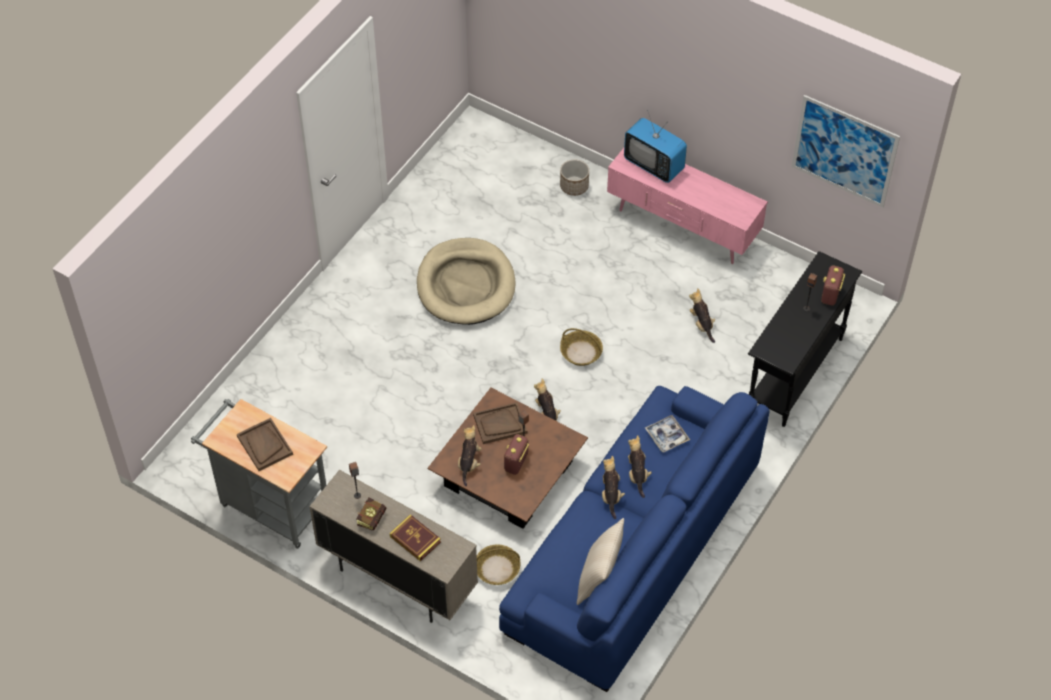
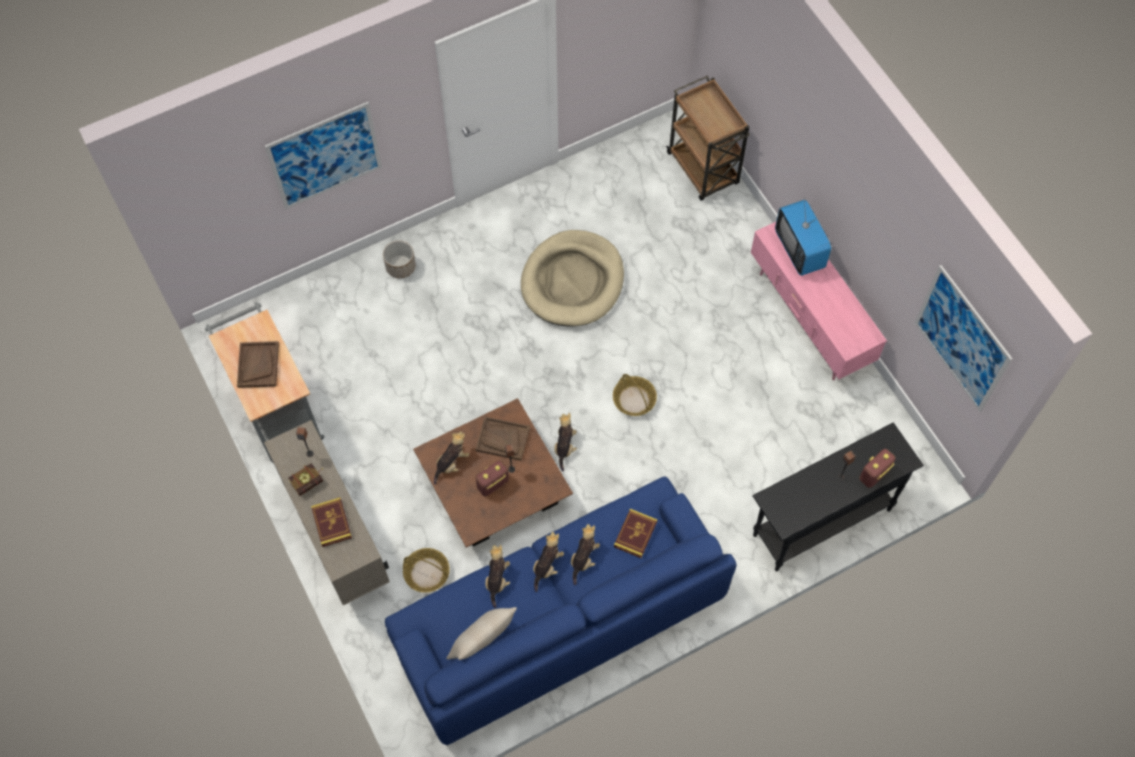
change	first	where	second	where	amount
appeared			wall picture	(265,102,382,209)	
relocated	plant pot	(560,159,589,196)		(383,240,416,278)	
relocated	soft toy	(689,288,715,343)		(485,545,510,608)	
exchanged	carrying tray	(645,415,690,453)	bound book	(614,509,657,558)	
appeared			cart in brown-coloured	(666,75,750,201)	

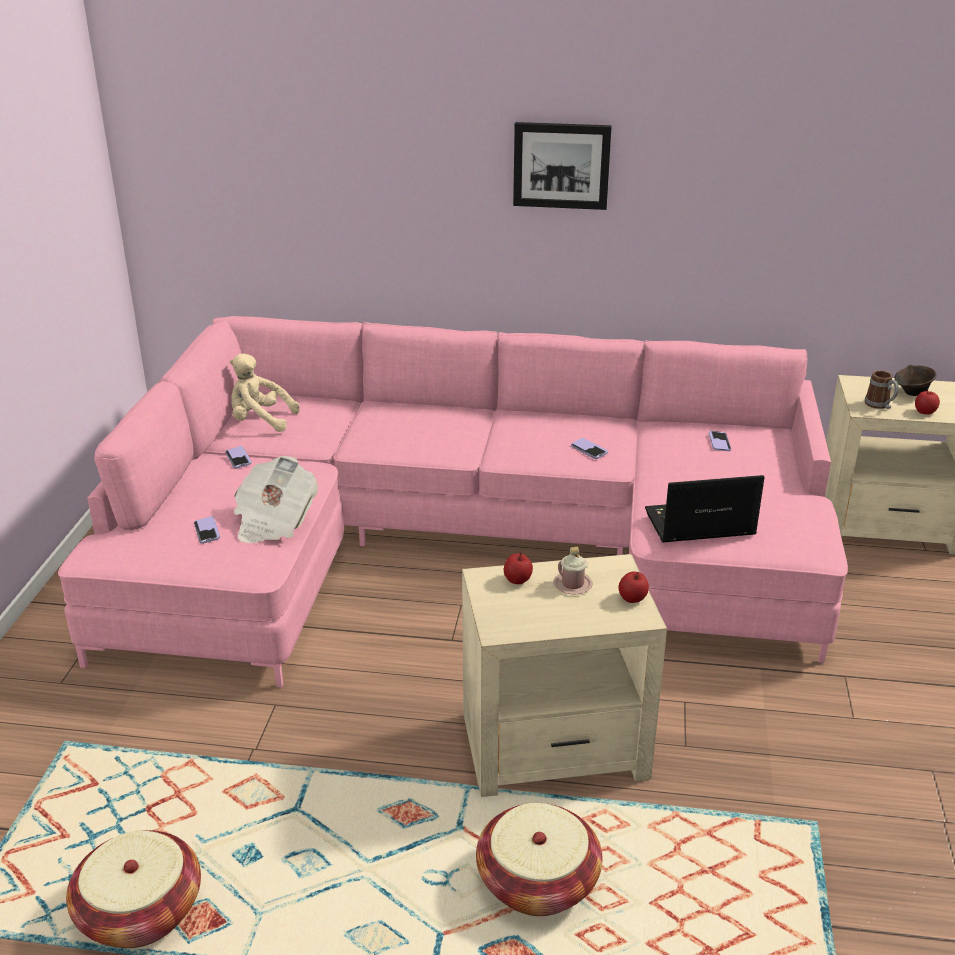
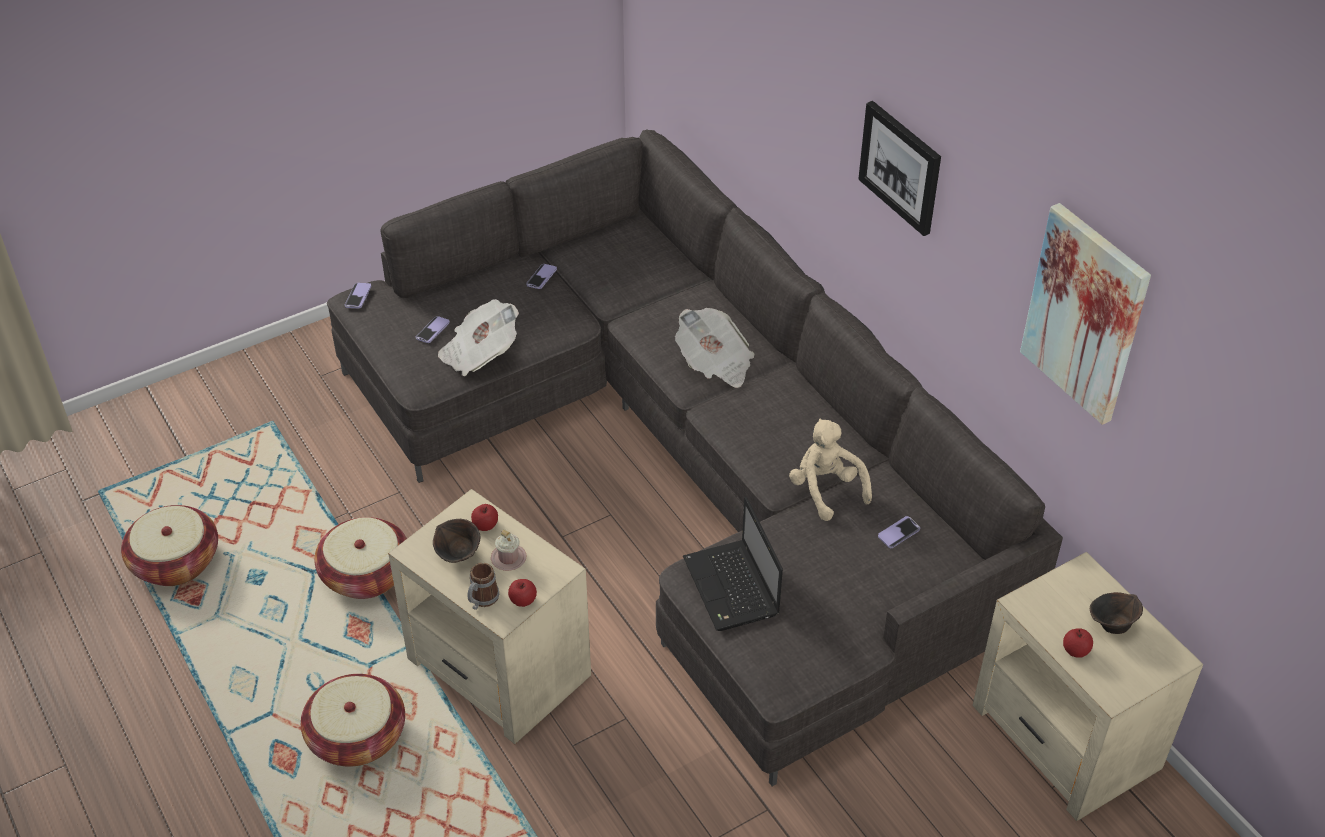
change	first	where	second	where	amount
appeared			storage basket	(314,517,407,599)	
colour	couch in pink-coloured	(58,316,848,688)	couch in grey	(327,129,1063,787)	
relocated	telephone	(571,438,608,459)		(345,283,371,308)	
appeared			serving bowl in brown-coloured	(433,519,480,563)	
relocated	mug	(865,371,899,409)		(468,563,499,610)	
appeared			newspaper	(675,308,755,388)	
spun	portable computer	(645,475,765,542)		(683,497,783,631)	150 degrees counterclockwise
relocated	soft toy in sand-coloured	(230,354,300,432)		(789,418,872,521)	
appeared			wall picture	(1020,203,1151,425)	

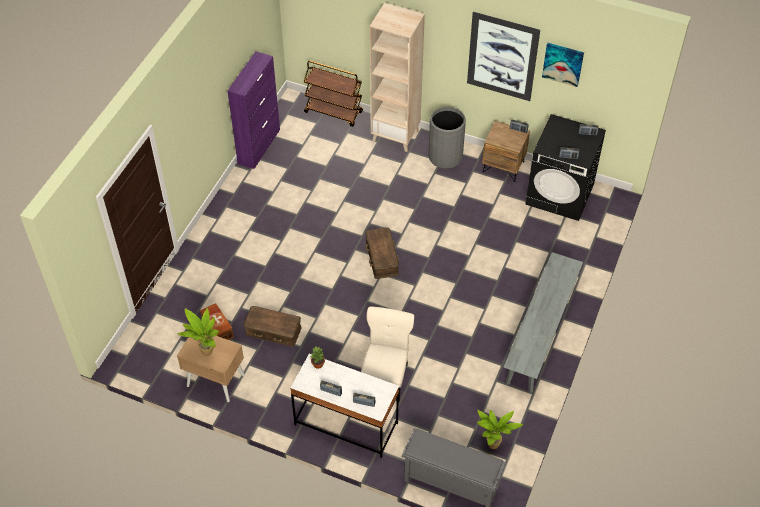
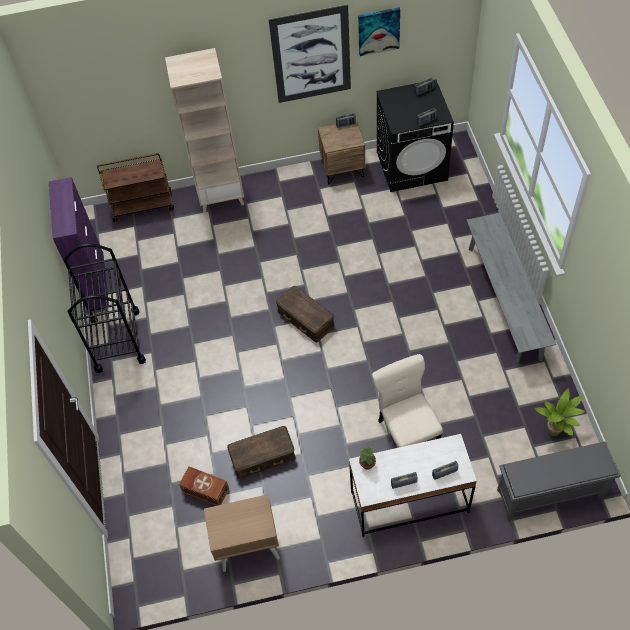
change	first	where	second	where	amount
appeared			cart in black-coloured	(63,243,146,373)	
missing	plant in a pot	(177,308,220,356)			
missing	rubbish bin in grey	(428,107,466,169)			

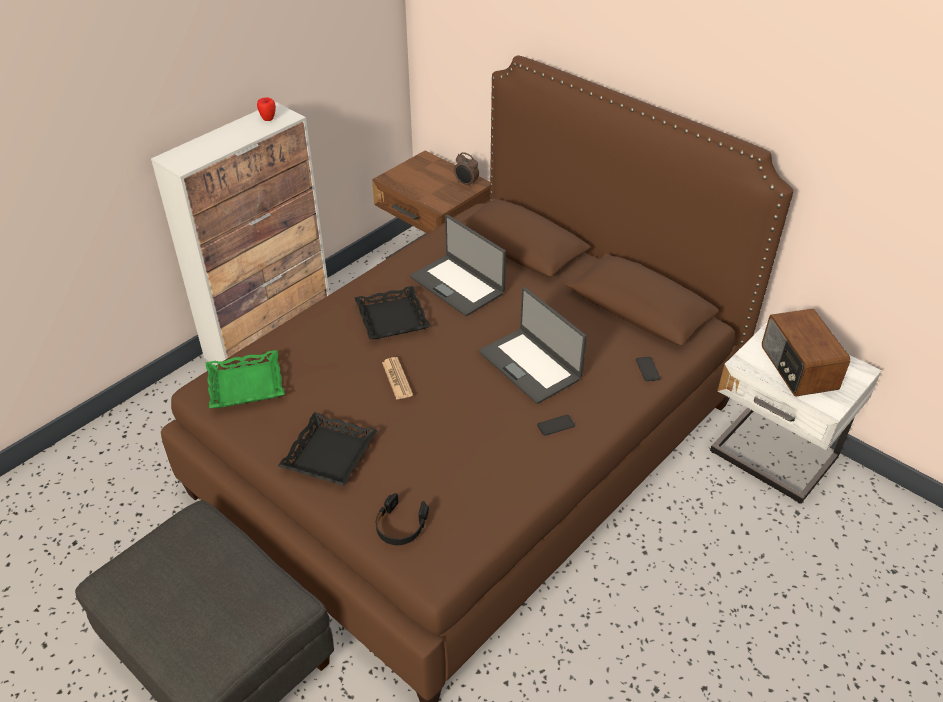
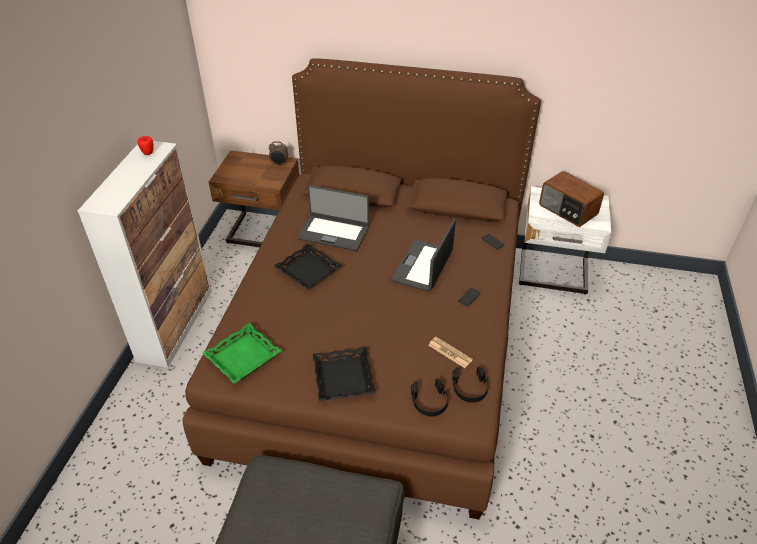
change	first	where	second	where	amount
spun	portable computer	(479,287,587,404)		(391,219,456,292)	90 degrees clockwise
relocated	newspaper	(382,357,413,400)		(428,337,473,368)	
appeared			headset in black-coloured	(452,366,488,403)	

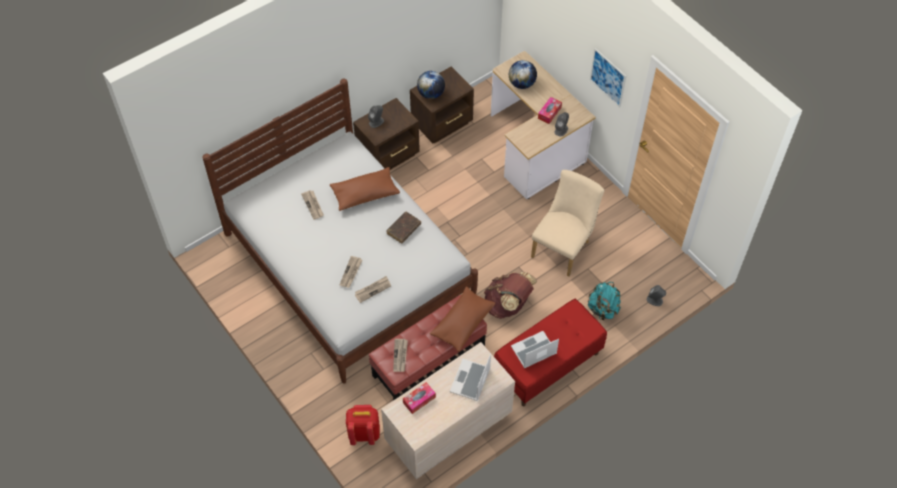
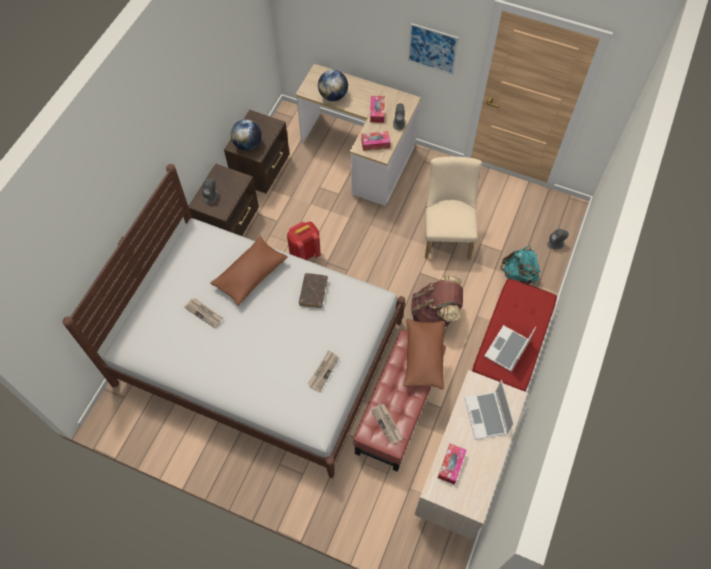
change	first	where	second	where	amount
relocated	rucksack in red-coloured	(346,405,380,445)		(287,222,321,260)	
appeared			tissue holder	(361,131,390,151)	
missing	newspaper	(339,256,362,288)			

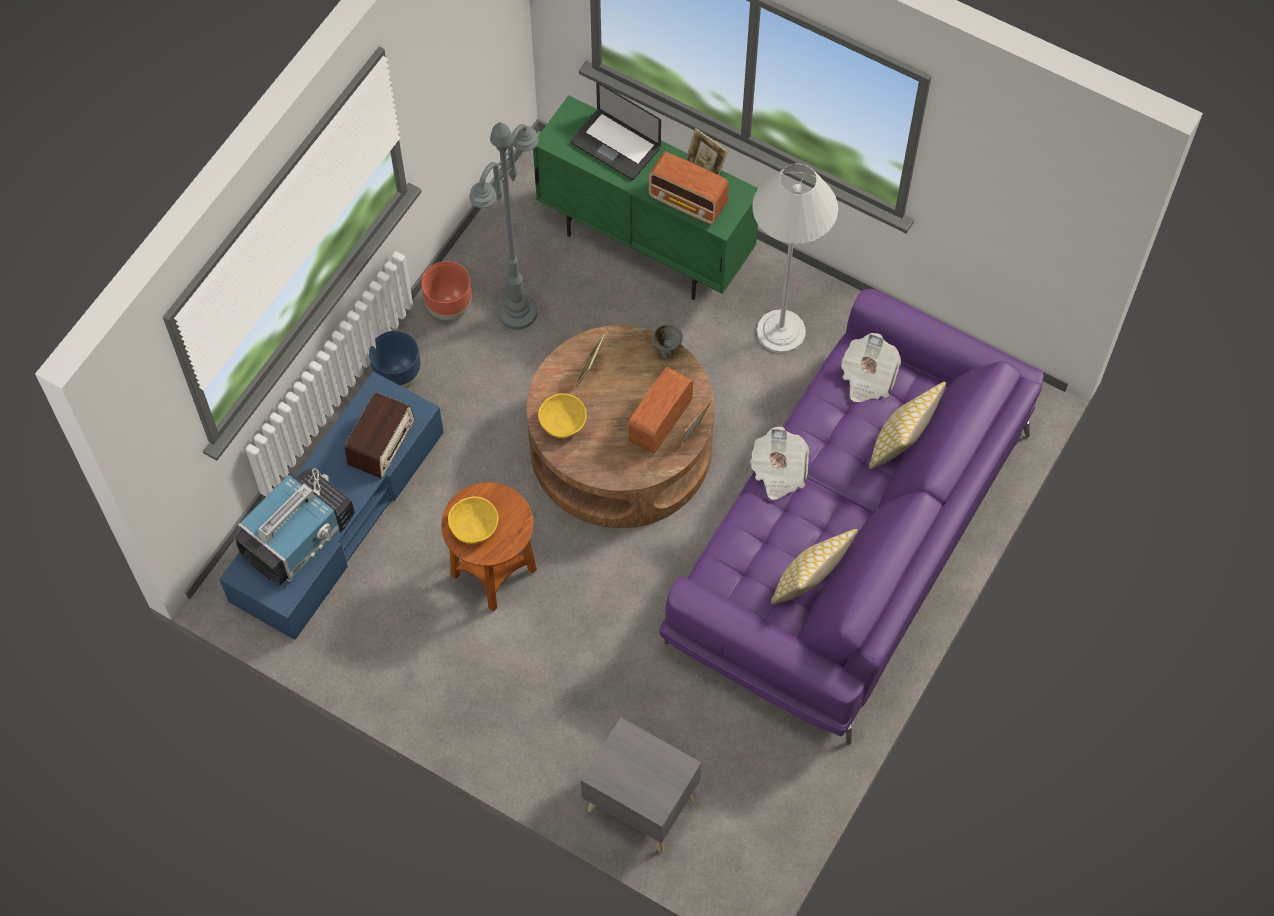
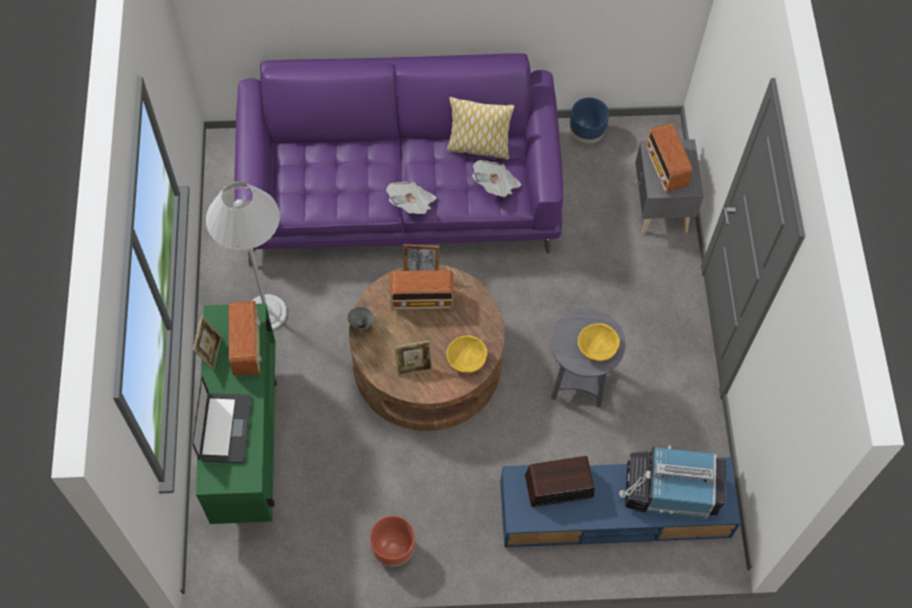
change	first	where	second	where	amount
relocated	newspaper	(841,333,901,402)		(472,160,521,197)	
colour	accent table in brown-coloured	(441,482,537,612)	accent table in grey	(551,309,625,407)	
relocated	plant pot in bluish	(369,331,421,389)		(570,97,609,144)	
appeared			radio receiver	(646,123,692,192)	
missing	standing lamp in grey	(469,122,539,330)			
missing	pillow	(869,382,946,469)			

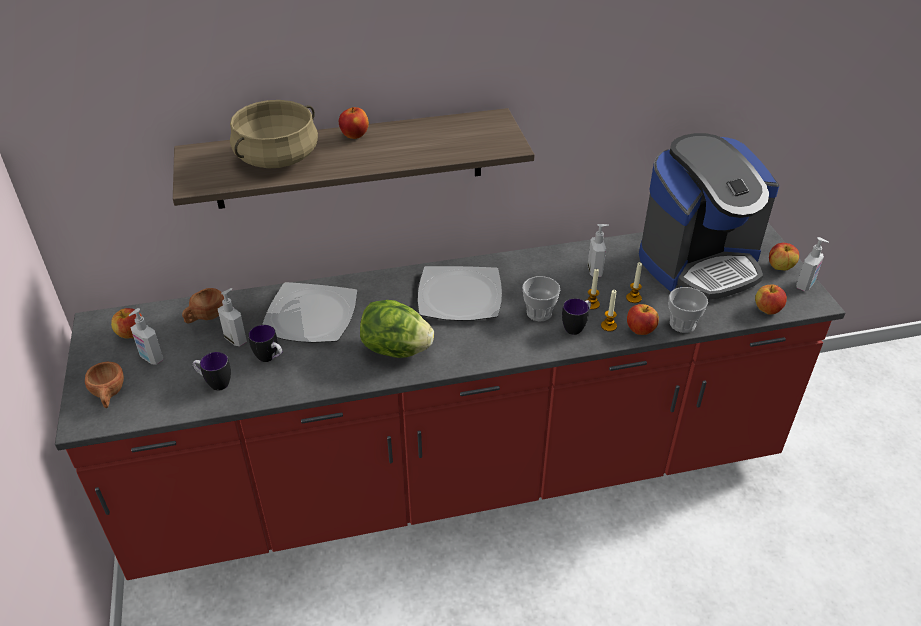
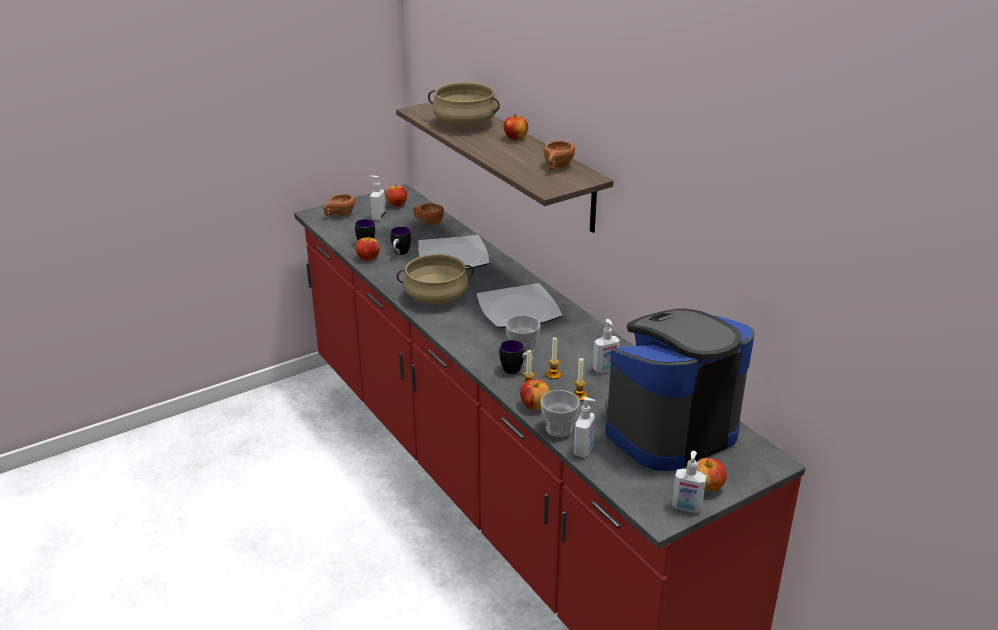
change	first	where	second	where	amount
relocated	apple	(755,285,787,315)		(355,237,380,261)	
exchanged	lettuce head	(360,300,434,358)	saucepot in sand-coloured	(397,254,474,304)	
appeared			small cup in brown-coloured	(544,141,575,171)	
relocated	liquid soap bottle	(218,288,247,346)		(574,397,595,458)	
spun	coffee machine	(639,133,779,300)		(605,309,755,471)	105 degrees clockwise

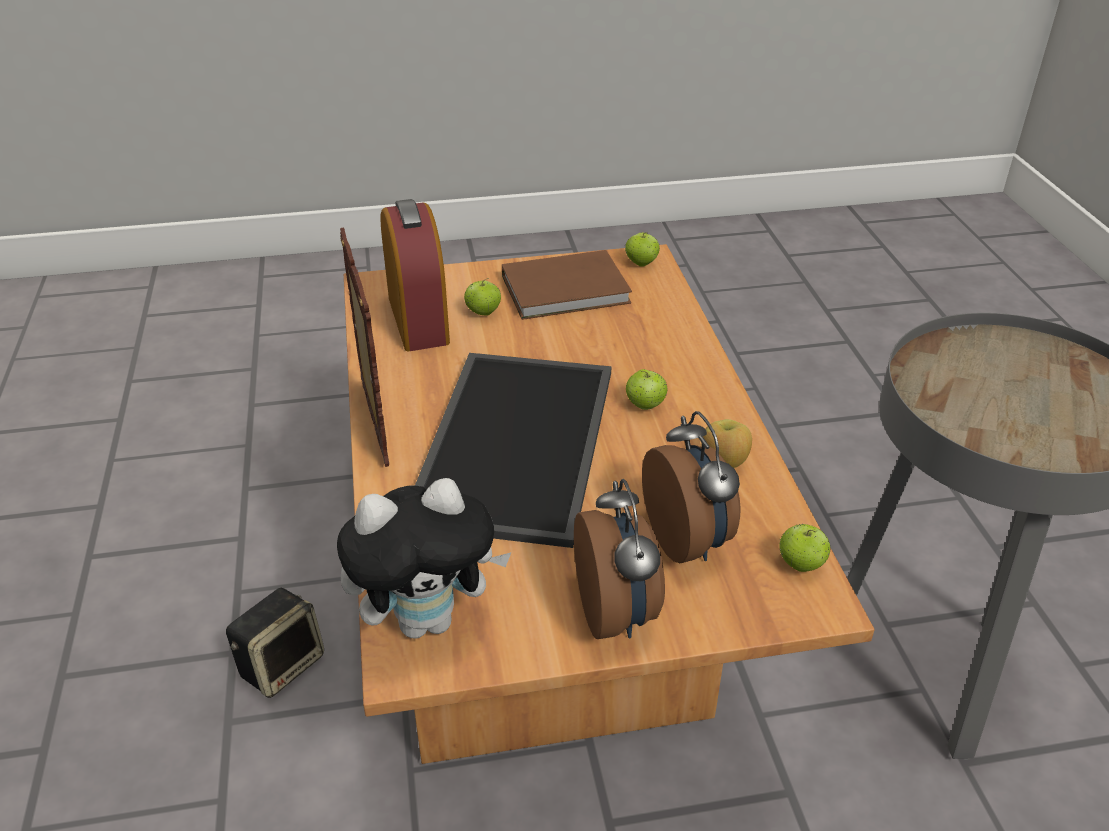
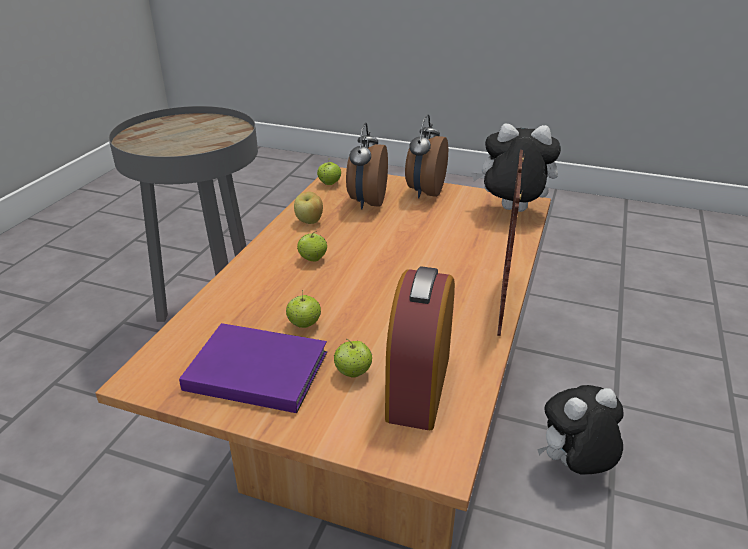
change	first	where	second	where	amount
colour	bound book in brown-coloured	(502,250,632,320)	bound book in purple	(179,323,327,413)	
relocated	apple	(625,232,660,267)		(286,290,321,328)	
exchanged	audio speaker	(226,588,324,698)	soft toy	(537,385,624,475)	
missing	carrying tray	(415,353,611,548)			

